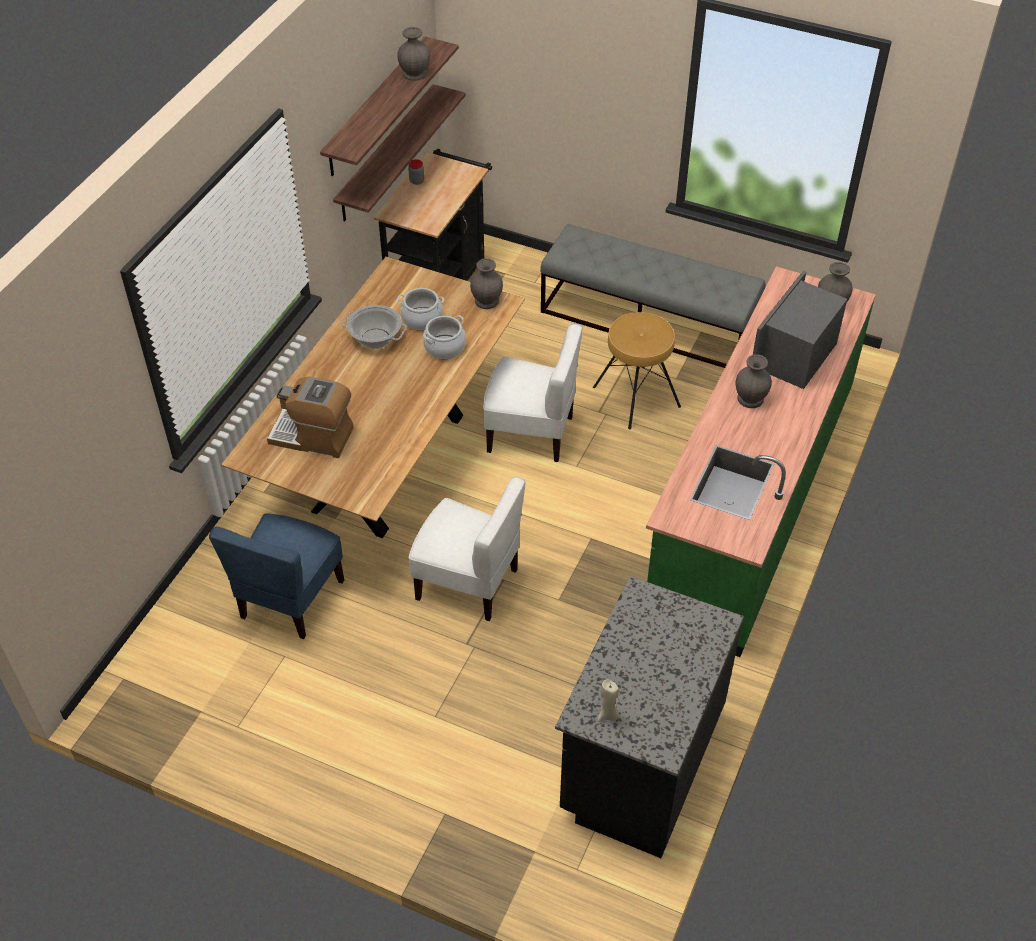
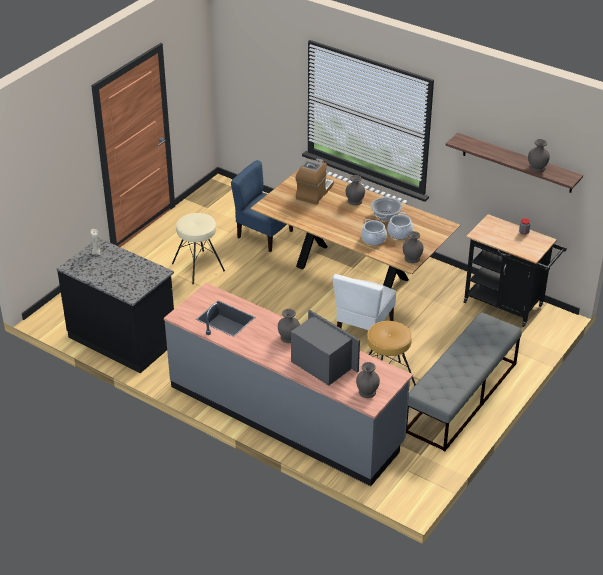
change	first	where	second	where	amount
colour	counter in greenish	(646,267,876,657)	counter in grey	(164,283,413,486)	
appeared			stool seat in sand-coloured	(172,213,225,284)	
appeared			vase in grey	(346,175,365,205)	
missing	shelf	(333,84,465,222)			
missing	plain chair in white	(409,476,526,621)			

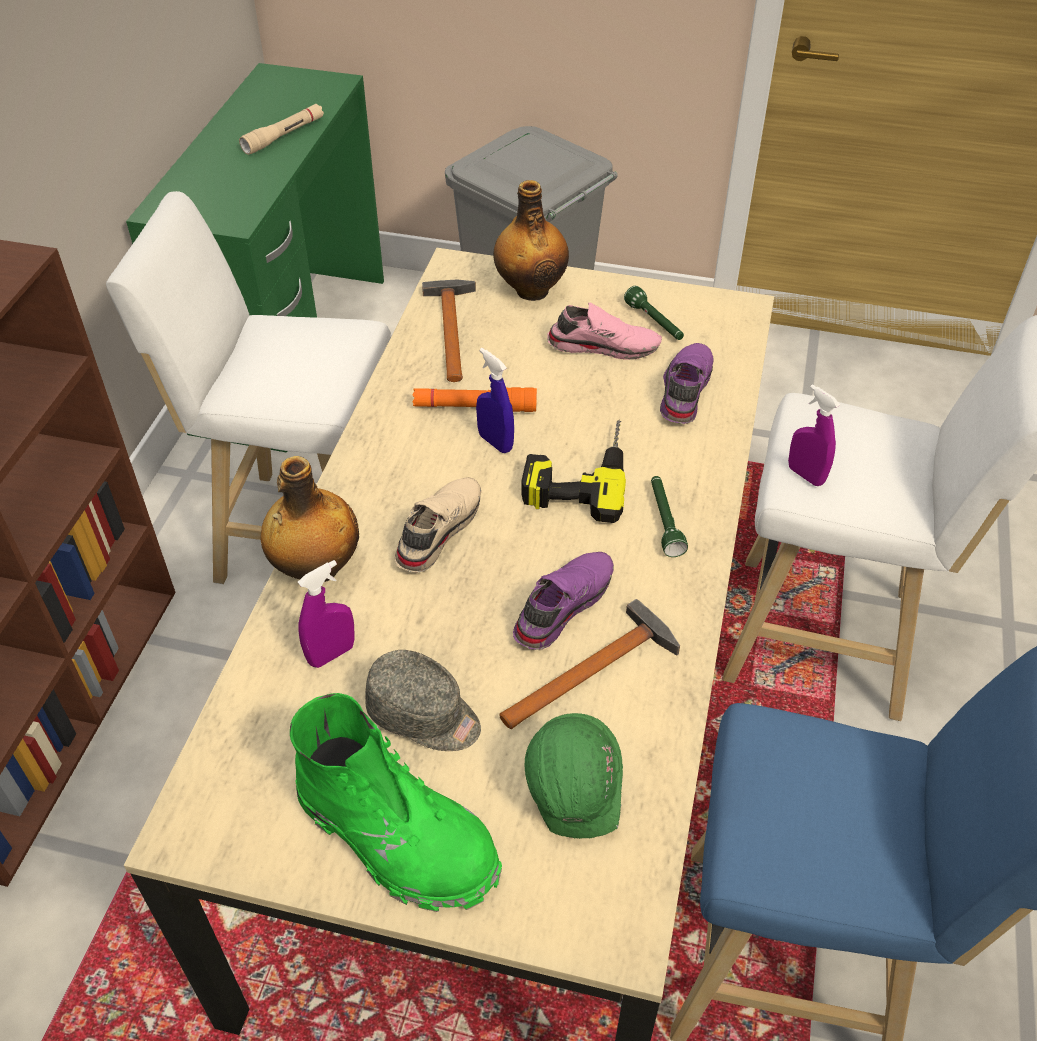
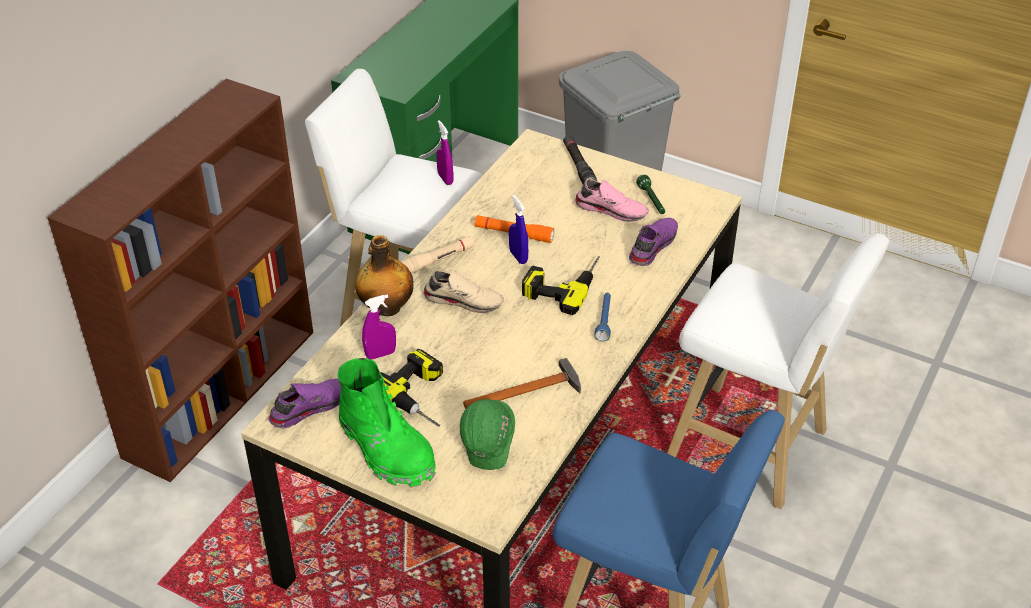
change	first	where	second	where	amount
relocated	item of footwear in purple	(513,552,614,650)		(268,378,341,428)	
exchanged	baseball cap in grey	(365,650,481,751)	power drill	(380,349,443,427)	
relocated	flashlight in sand-coloured	(239,104,324,155)		(400,236,475,274)	
spun	item of footwear in sand-coloured	(395,477,481,572)		(423,270,504,313)	60 degrees clockwise
relocated	hand sprayer in purple	(788,384,840,486)		(436,120,453,185)	
exchanged	bottle	(493,180,569,301)	flashlight in black-coloured	(563,136,597,185)	
colour	flashlight in greenish	(651,476,688,557)	flashlight in bluish	(595,293,611,341)	
missing	hammer	(422,280,476,382)			

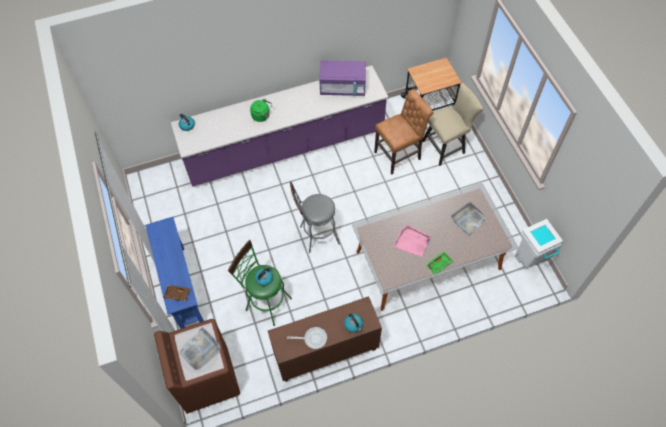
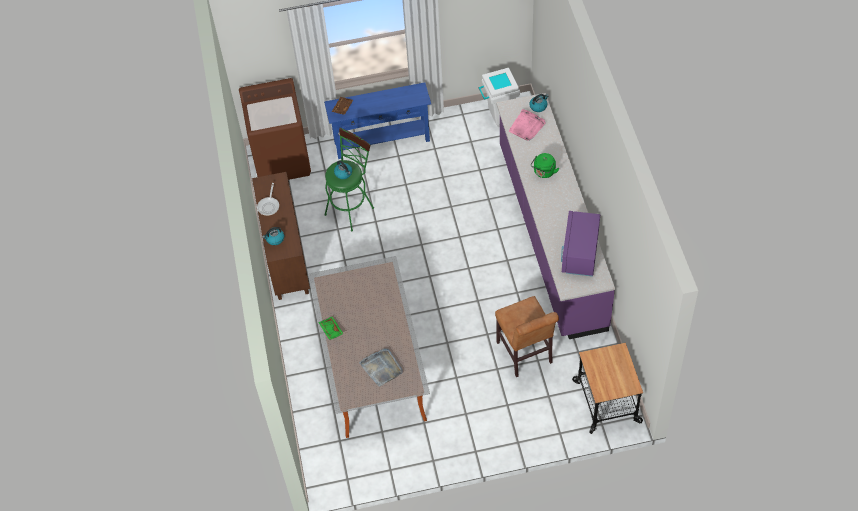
change	first	where	second	where	amount
relocated	rubbish bin in white	(515,219,563,268)		(478,68,520,128)	
relocated	carrying tray in pink-coloured	(394,225,432,257)		(509,109,546,141)	
missing	carrying tray in grey	(179,327,220,370)			
missing	stool seat in grey	(290,181,340,253)			
missing	plain chair in sand-coloured	(422,83,483,166)			

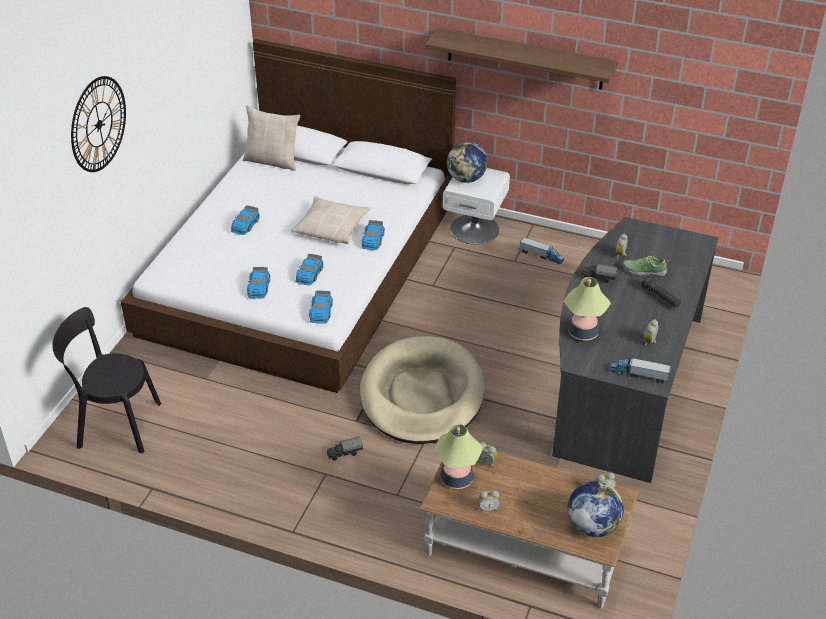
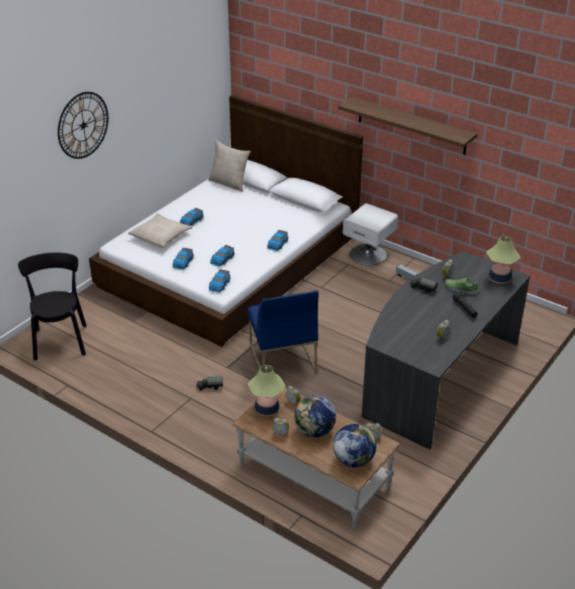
change	first	where	second	where	amount
spun	plain chair in black-coloured	(52,307,161,453)		(18,253,86,360)	60 degrees clockwise
relocated	pillow in sand-coloured	(291,196,370,244)		(128,213,192,248)	
exchanged	pet bed in sand-coloured	(360,336,485,444)	plain chair in bluish	(248,290,318,373)	
relocated	globe	(447,142,487,183)		(294,396,336,438)	
relocated	lamp for a table	(564,277,611,341)		(486,236,521,284)	
missing	model truck	(609,357,671,383)			

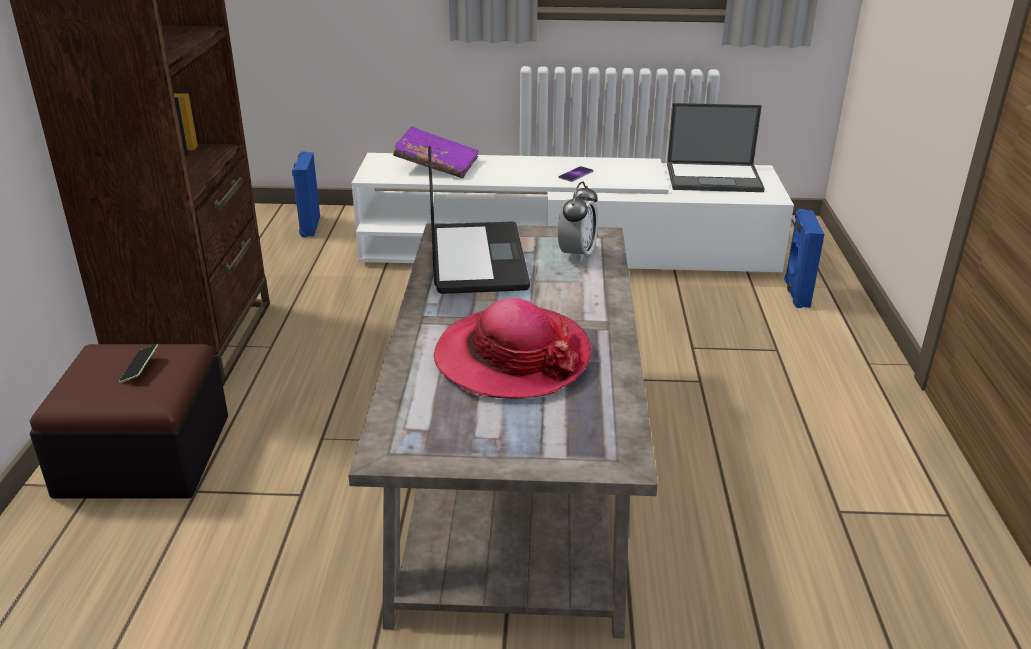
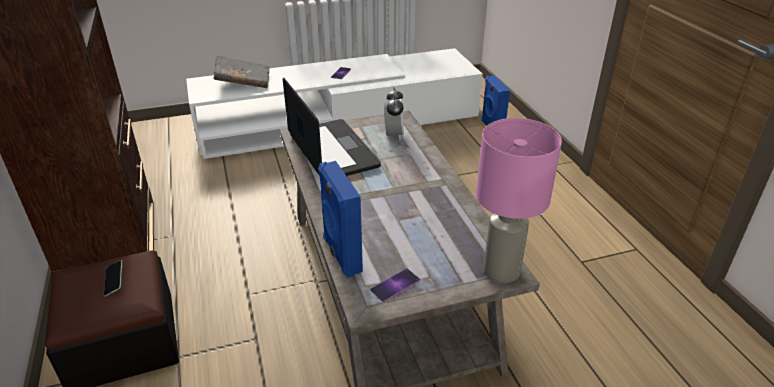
change	first	where	second	where	amount
colour	bound book in purple	(393,126,479,179)	bound book in grey	(214,56,270,88)	
relocated	audio speaker in bluish	(292,151,320,237)		(318,161,363,278)	
appeared			telephone	(370,269,420,302)	
appeared			lamp for a table in pink-coloured	(476,118,562,283)	
missing	hat	(434,298,591,399)			
missing	portable computer	(667,103,765,192)			

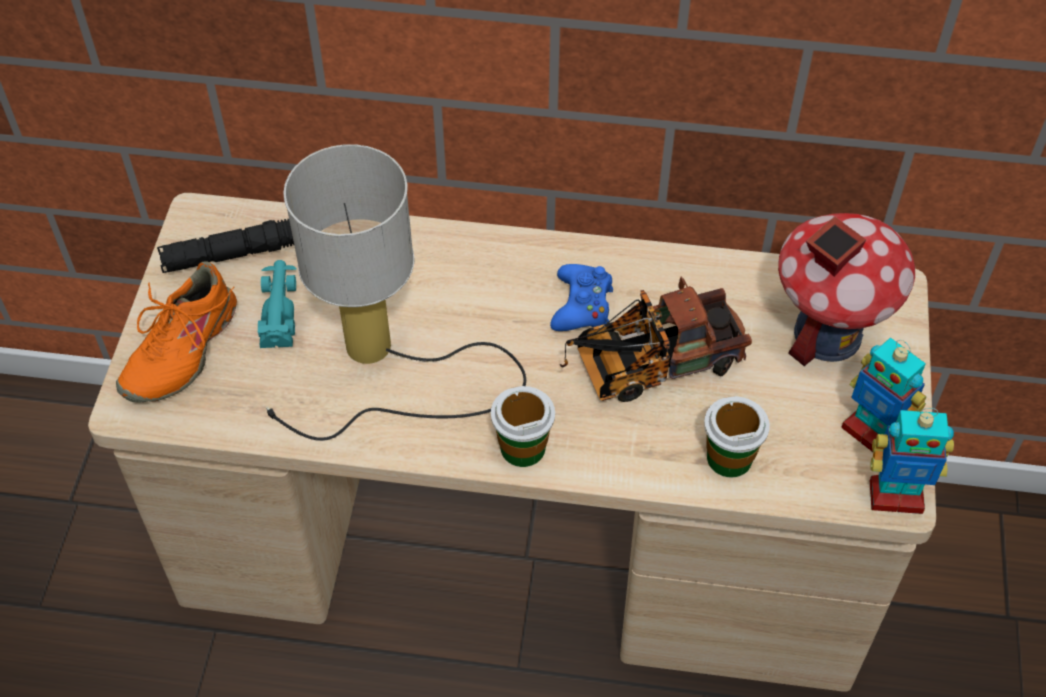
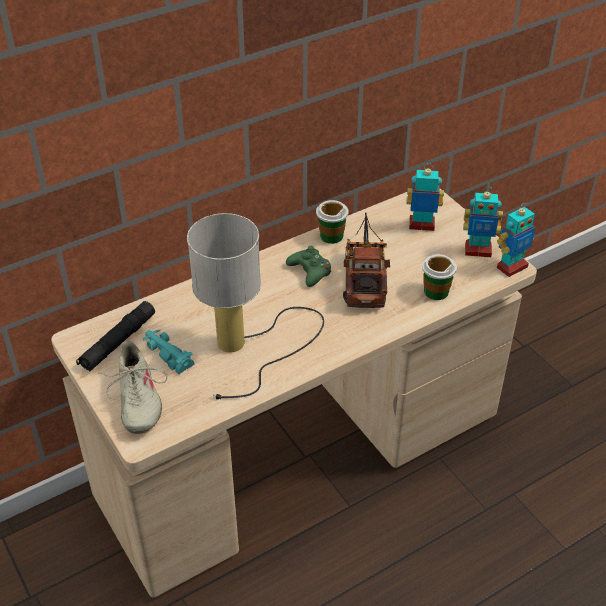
change	first	where	second	where	amount
colour	item of footwear in orangey	(116,261,237,403)	item of footwear in sand-coloured	(98,341,167,434)	
colour	joypad in bluish	(550,264,613,331)	joypad in greenish	(286,246,331,287)	
relocated	small cup	(491,386,555,467)		(316,200,349,244)	
spun	model truck	(560,276,752,402)		(343,213,390,308)	150 degrees clockwise
exchanged	toy house	(778,213,915,366)	toy robot	(406,163,444,231)	

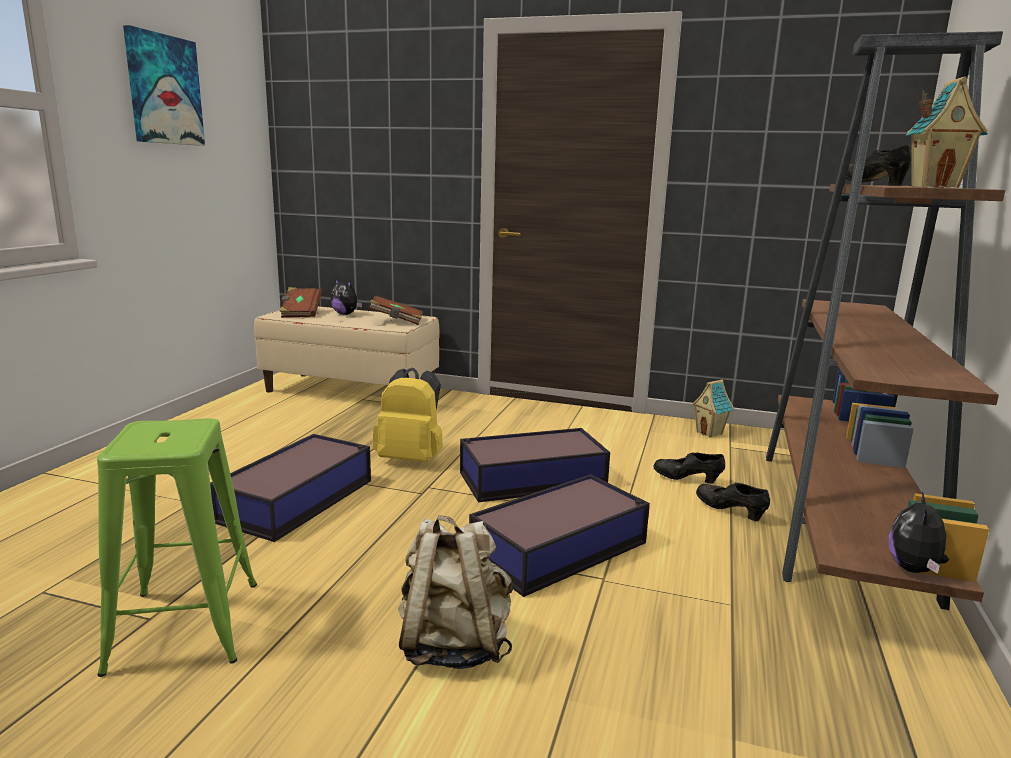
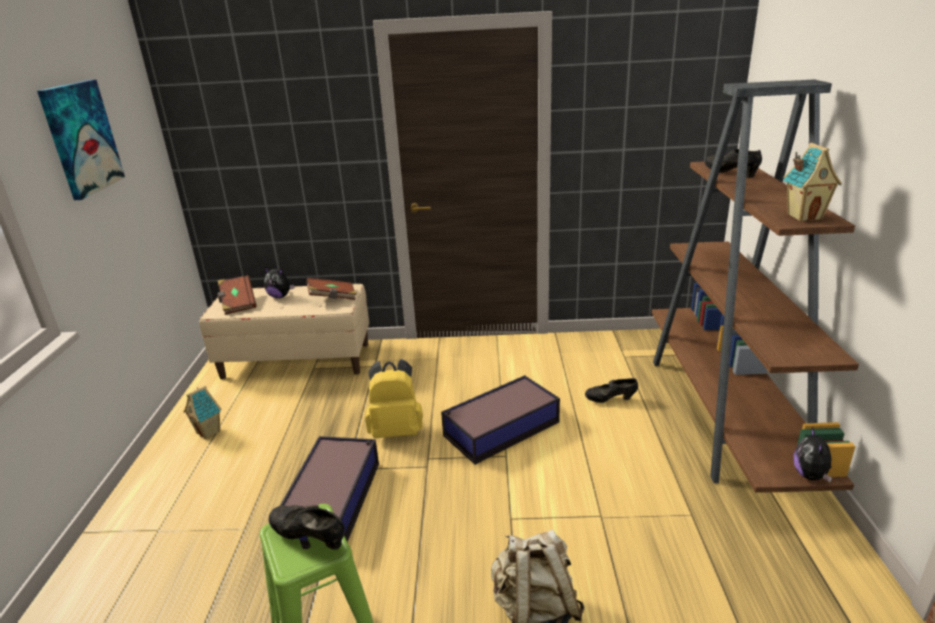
change	first	where	second	where	amount
relocated	toy house	(692,379,734,438)		(183,386,222,439)	
relocated	item of footwear in black-coloured	(696,483,770,521)		(269,505,345,550)	
missing	storage box	(469,474,650,597)			

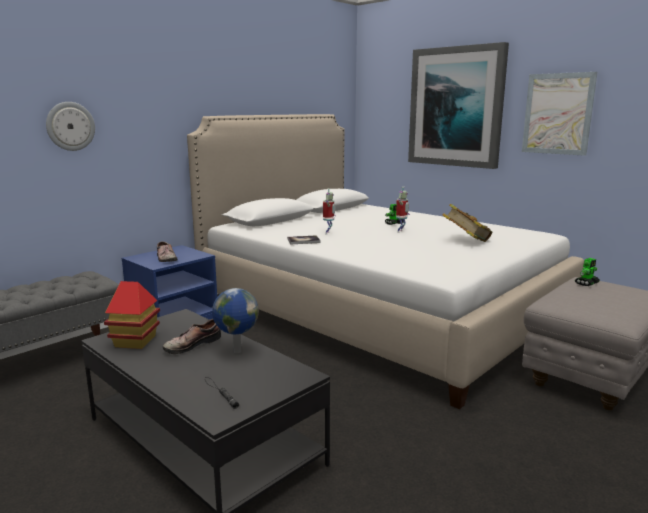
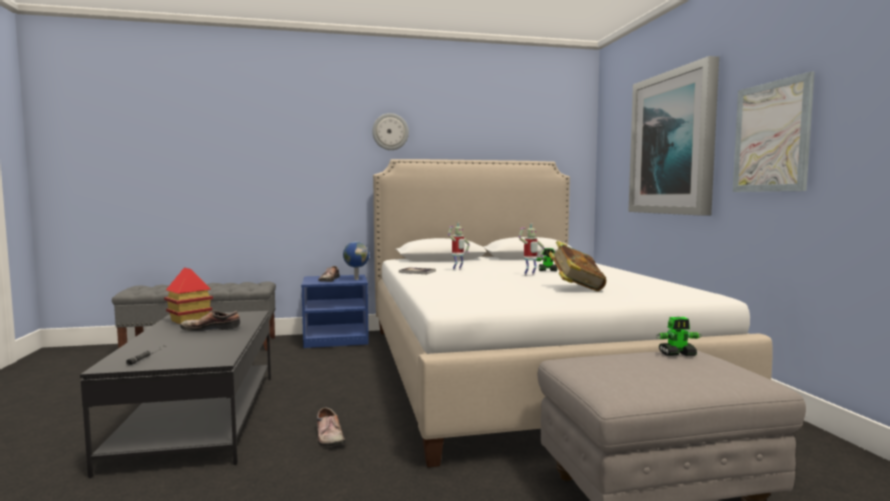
change	first	where	second	where	amount
appeared			item of footwear	(317,408,346,446)	
relocated	globe	(212,288,259,354)		(343,241,369,280)	
relocated	hanging clock	(46,102,95,151)		(372,113,409,150)	

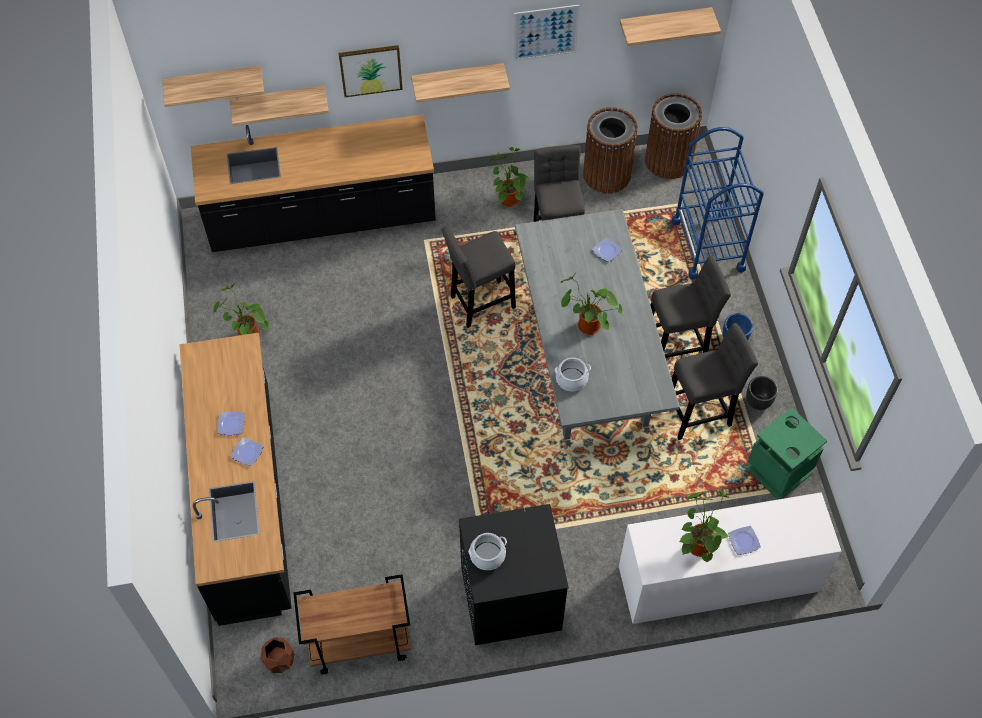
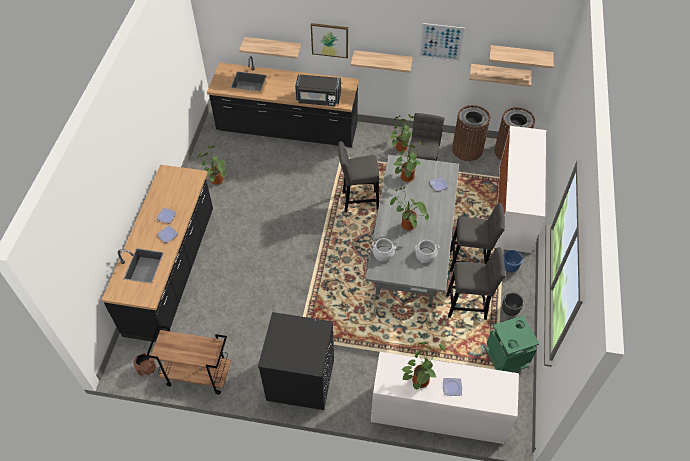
change	first	where	second	where	amount
appeared			kitchen microwave in black-coloured	(295,74,341,106)	
appeared			plant in a pot	(393,140,425,182)	
relocated	saucepot	(468,533,507,570)		(415,240,439,262)	
relocated	shelf	(162,66,264,107)		(469,64,532,87)	
exchanged	cart in bluish	(672,127,764,280)	chest of drawers	(495,126,546,253)	

